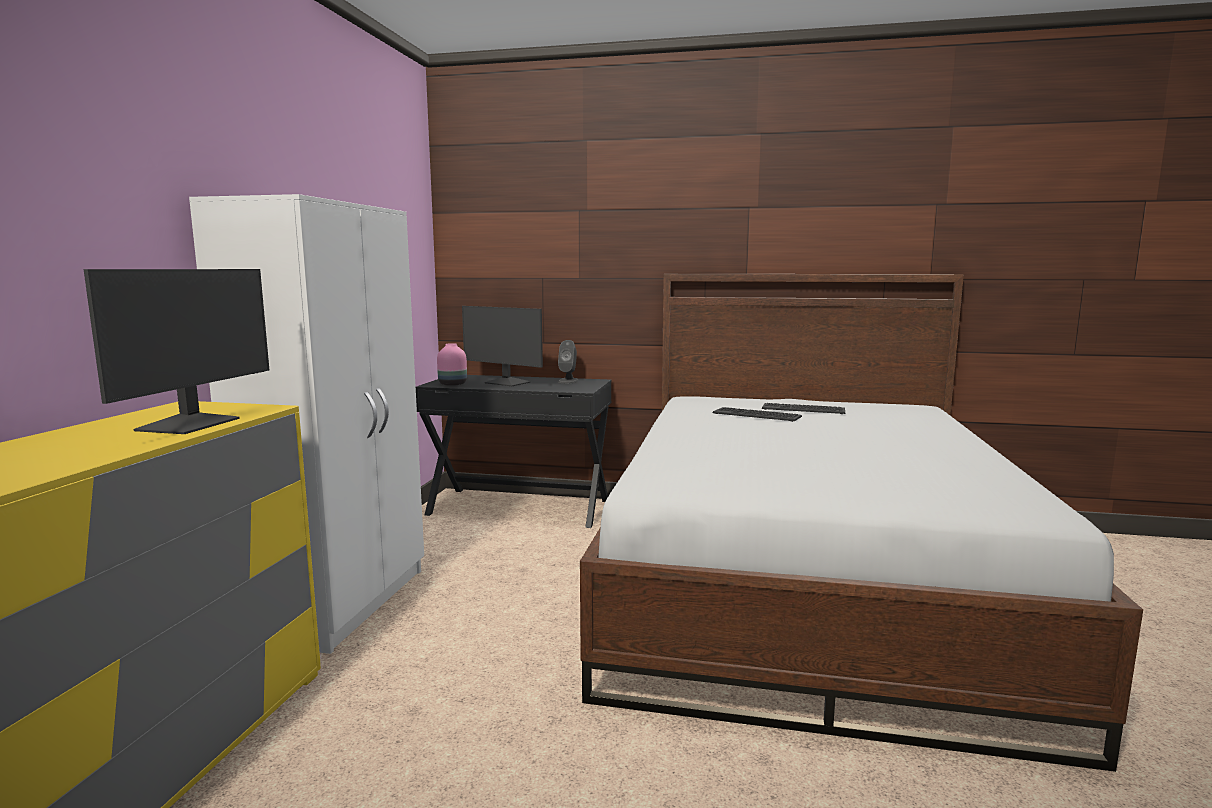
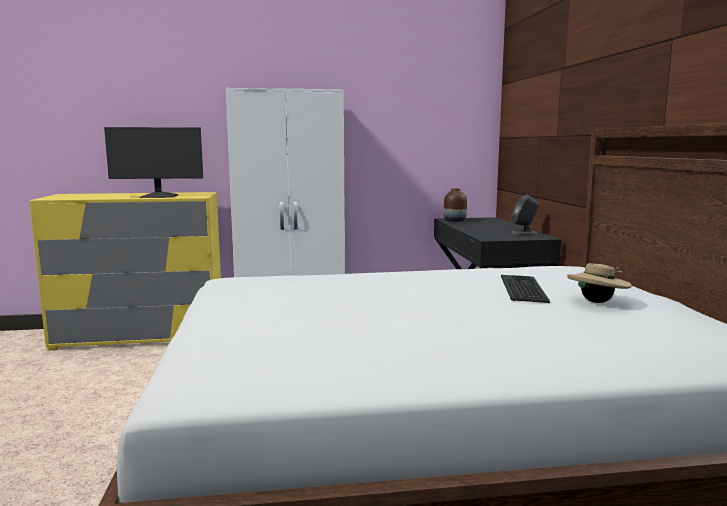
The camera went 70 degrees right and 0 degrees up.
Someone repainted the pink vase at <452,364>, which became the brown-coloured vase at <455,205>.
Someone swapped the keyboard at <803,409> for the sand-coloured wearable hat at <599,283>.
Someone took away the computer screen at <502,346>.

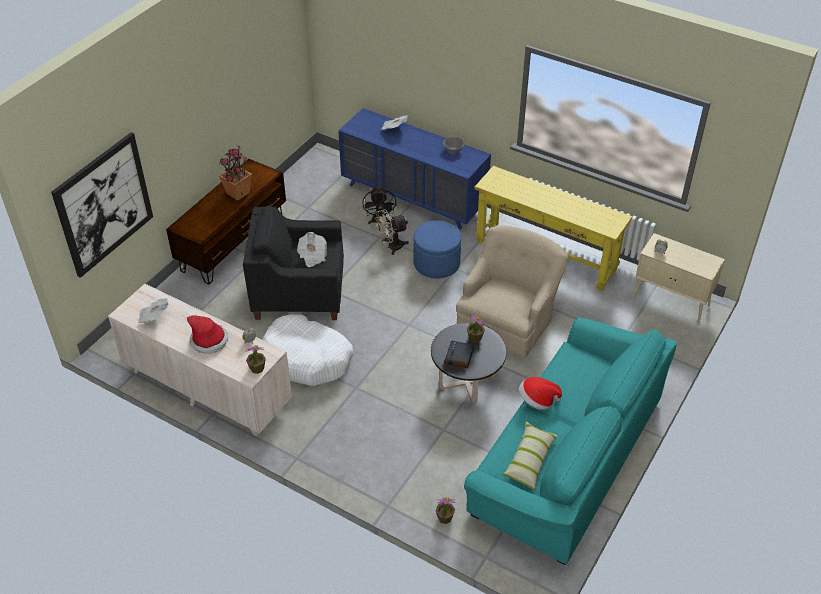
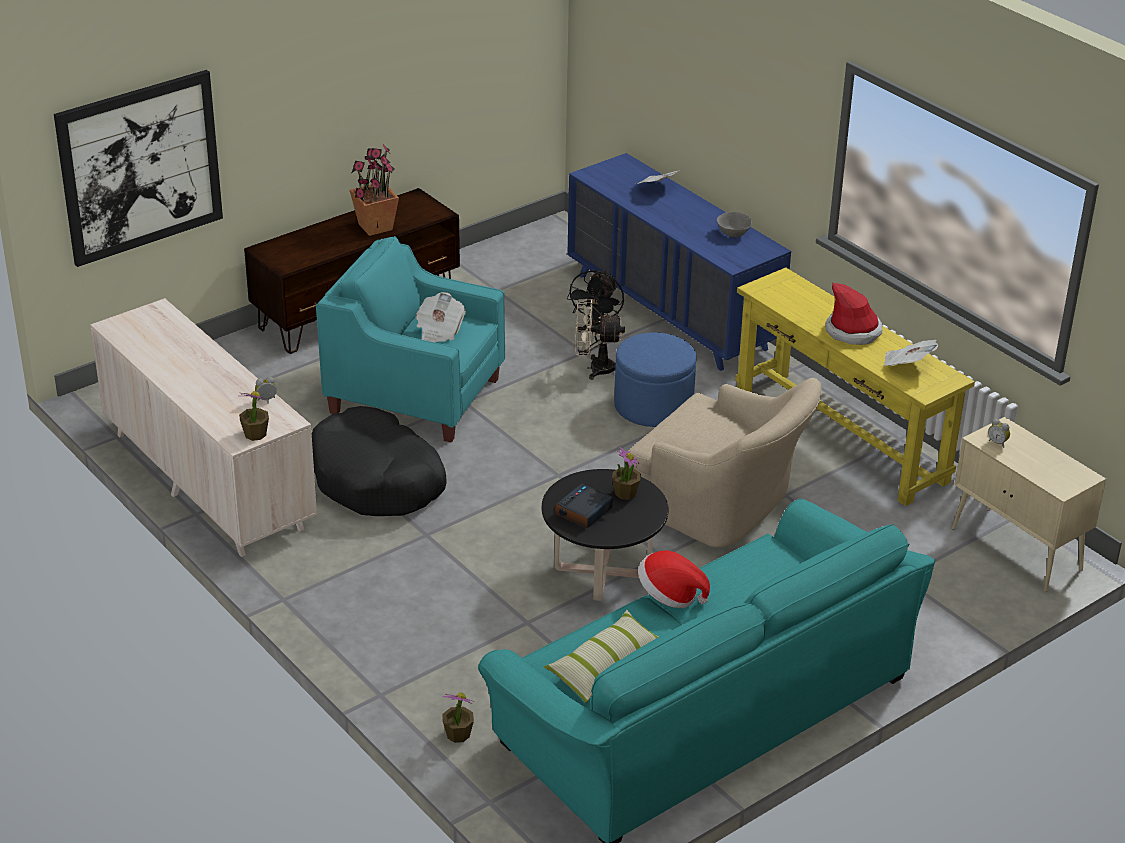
The camera went 20 degrees right and 10 degrees down.
Someone repainted the whitish pet bed at <307,350>, which became the black pet bed at <379,461>.
Someone repainted the black lounge chair at <293,262>, which became the turquoise lounge chair at <410,339>.
Someone rotated the sand-coloured lounge chair at <512,291> by 75 degrees clockwise.
Someone carried the wearable hat from <207,334> to <854,314>.
Someone carried the printed paper from <153,310> to <910,353>.

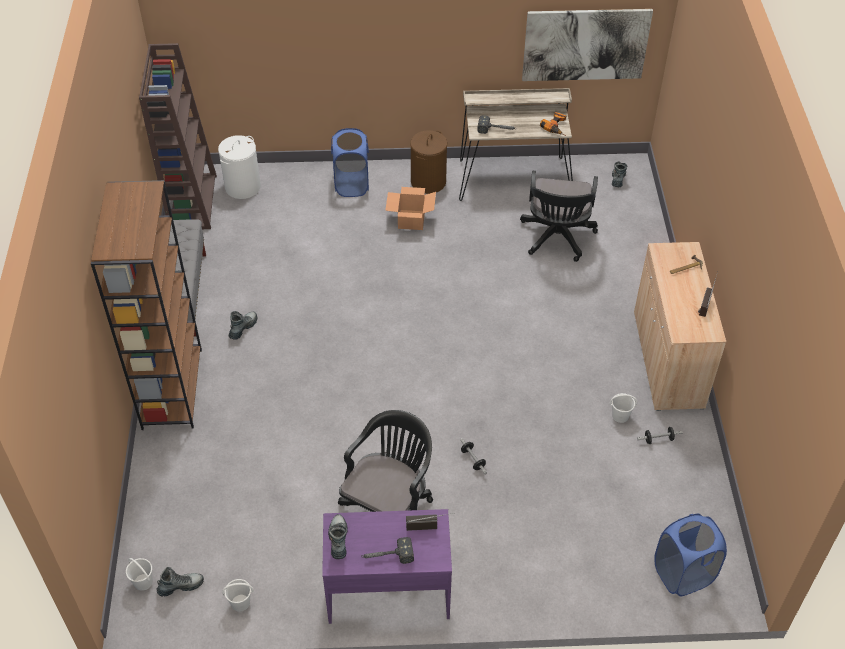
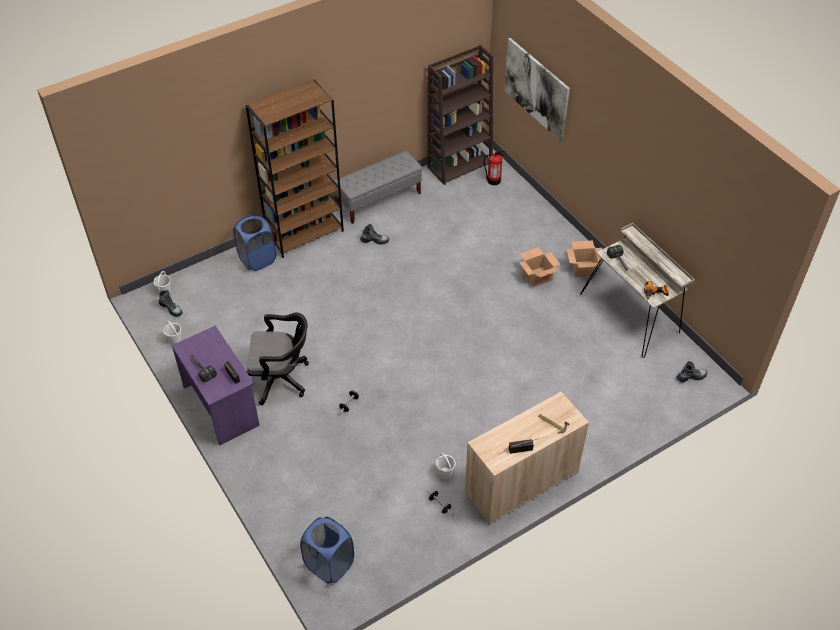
The camera went 60 degrees right and 0 degrees up.
Someone carried the blue hamper from <350,162> to <254,243>.
Someone swapped the whitish hamper at <239,167> for the fire extinguisher at <494,168>.
Someone carried the wall picture from <587,45> to <537,89>.
Someone swapped the brown-coloured hamper at <428,162> for the carton at <585,258>.
Someone took away the high-top boot at <338,536>.
Someone took away the black office chair at <559,216>.

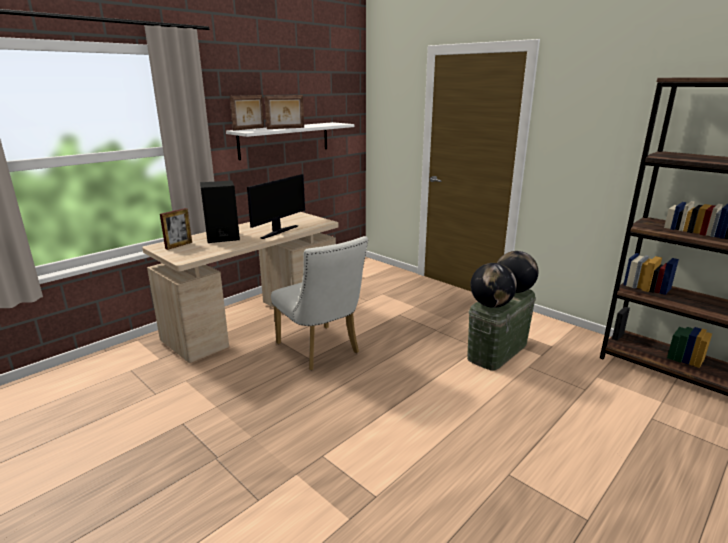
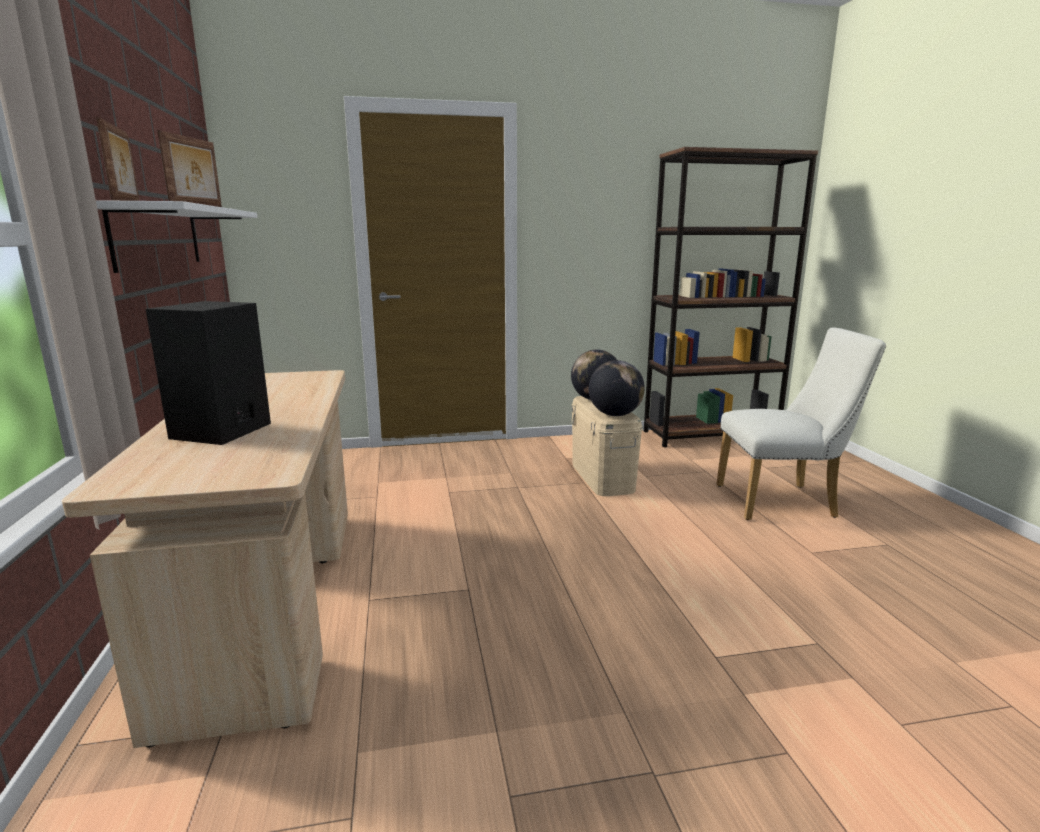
The camera went 55 degrees left and 5 degrees down.
Someone repainted the green storage container at <501,329>, which became the sand-coloured storage container at <607,446>.
Someone carried the whitish plain chair from <319,303> to <801,423>.
Someone took away the standing frame at <176,229>.
Someone took away the computer screen at <276,206>.

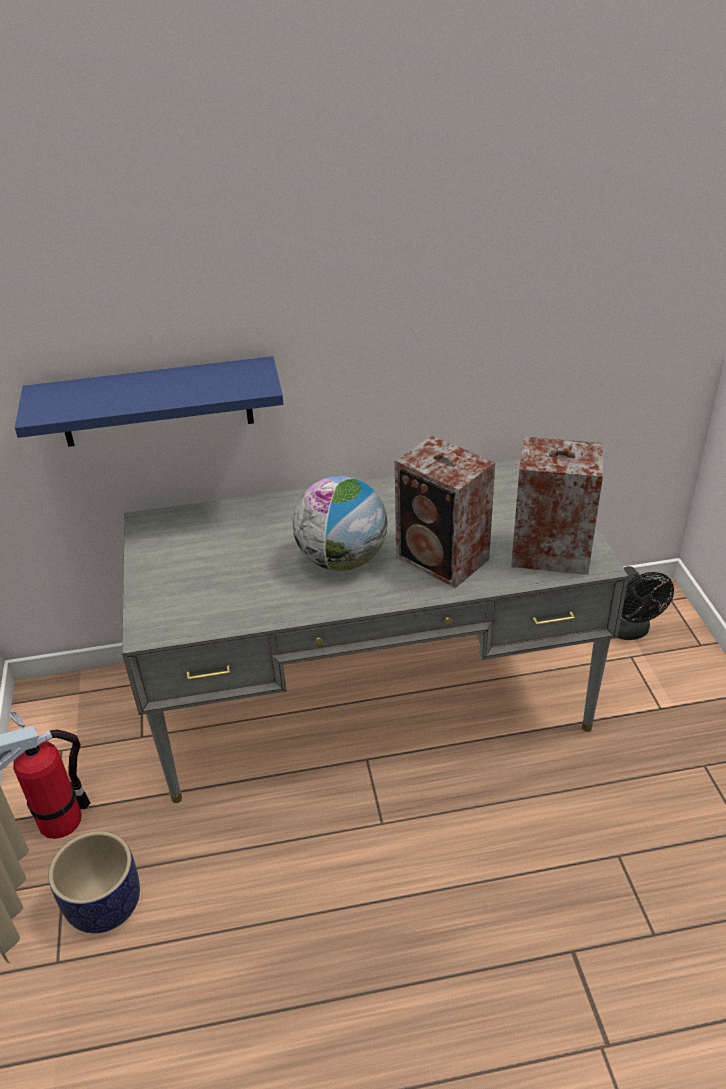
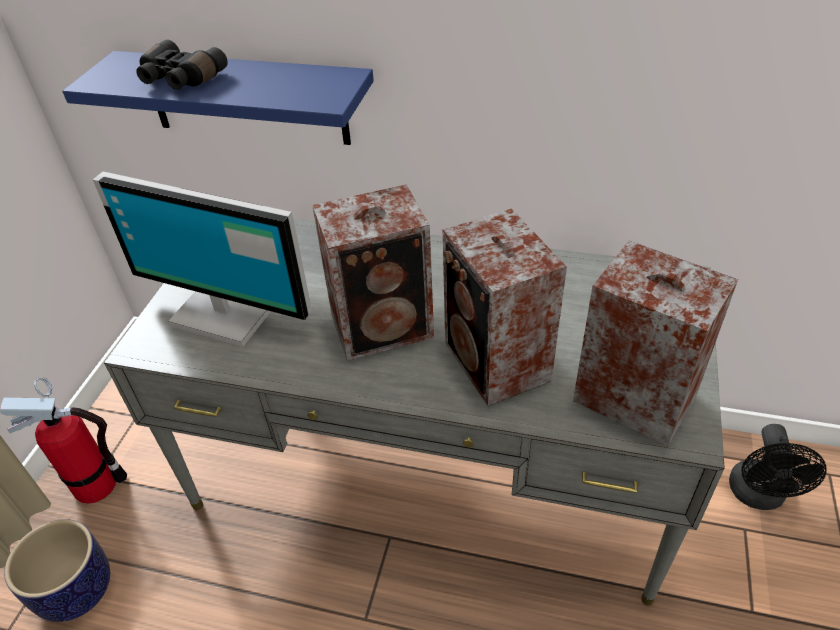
The camera went 25 degrees right and 5 degrees up.
Someone put down the computer screen at <202,259>.
Someone put down the black field glasses at <182,65>.
Someone swapped the desk globe at <340,523> for the audio speaker at <373,272>.

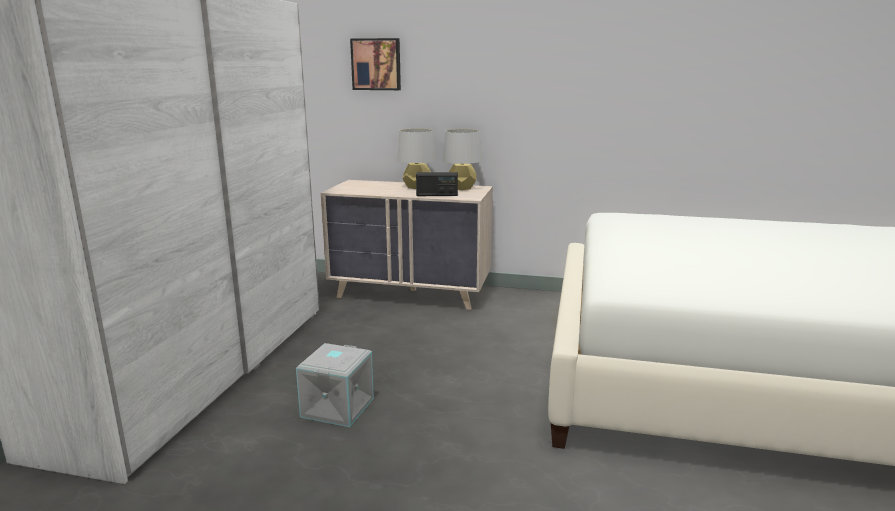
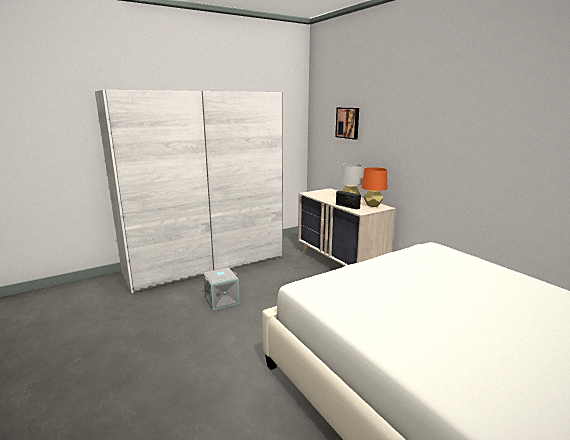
The camera went 45 degrees right and 0 degrees up.
Someone repainted the gray tabletop lamp at <462,159>, which became the orange tabletop lamp at <374,187>.

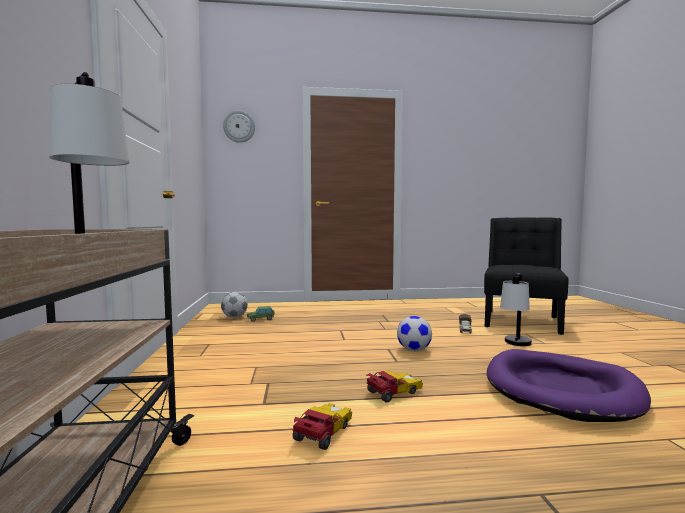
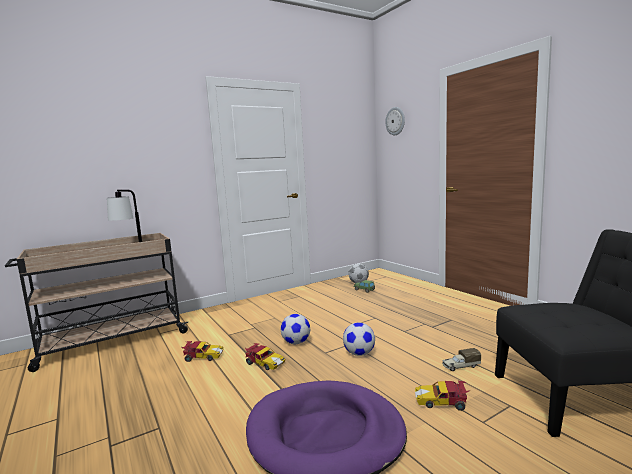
The camera went 65 degrees right and 5 degrees up.
Someone put down the ball for football at <295,329>.
Someone swapped the tabletop lamp at <516,309> for the toy car at <442,396>.

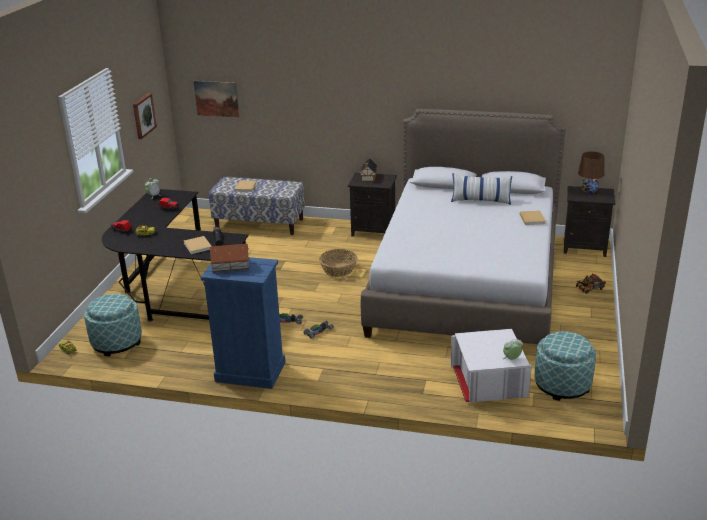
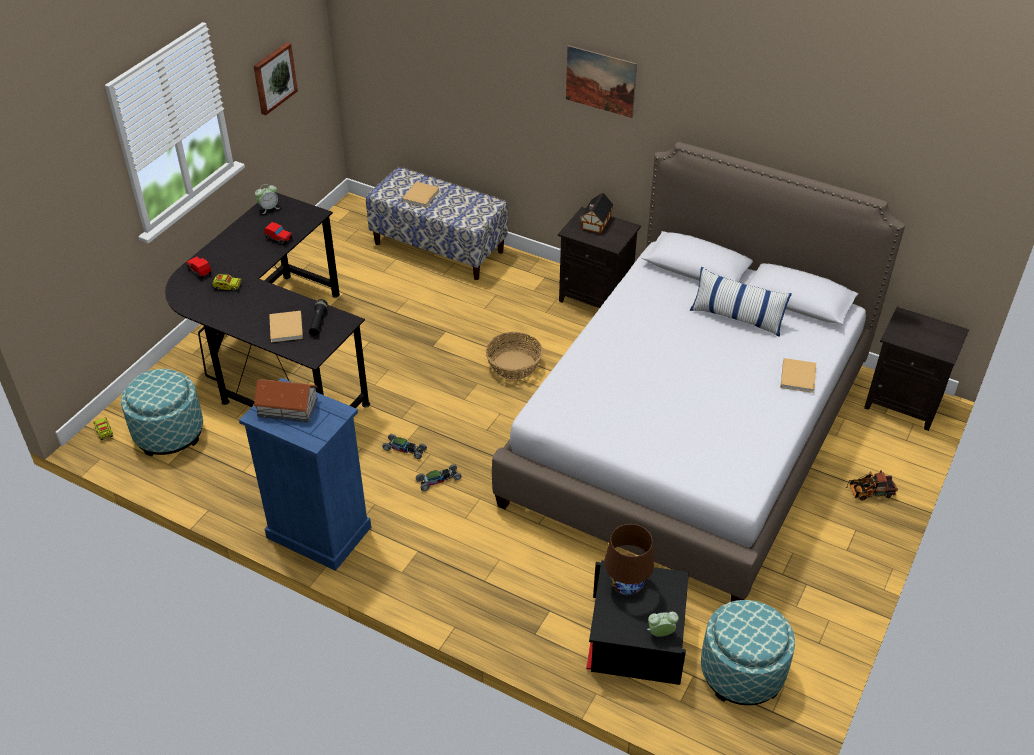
The camera went 15 degrees right and 15 degrees up.
Someone carried the wall picture from <216,99> to <601,81>.
Someone repainted the whitish storage container at <491,365>, which became the black storage container at <637,622>.
Someone carried the brown-coloured tabletop lamp from <591,172> to <629,559>.

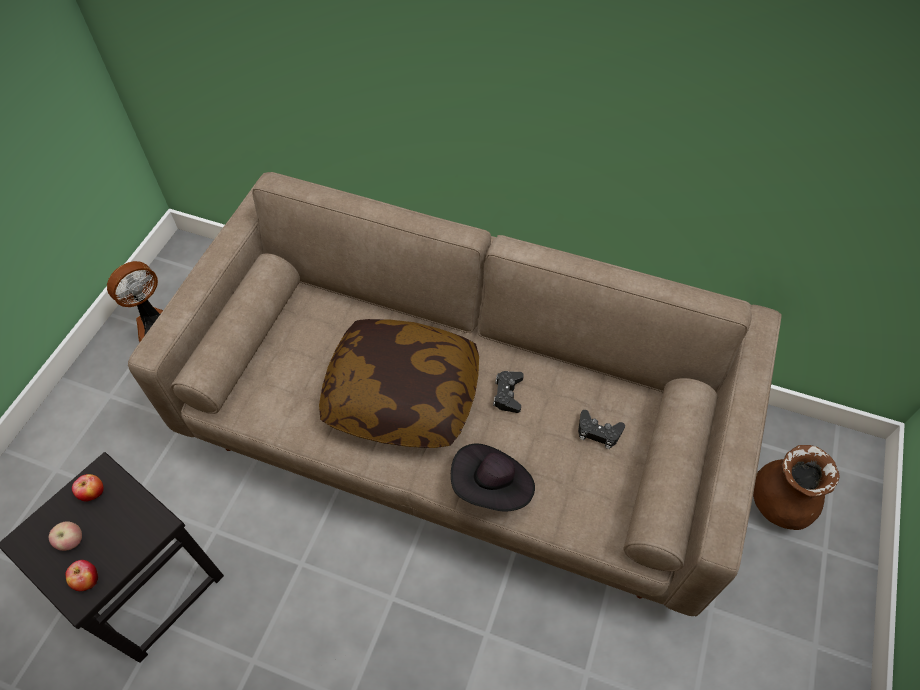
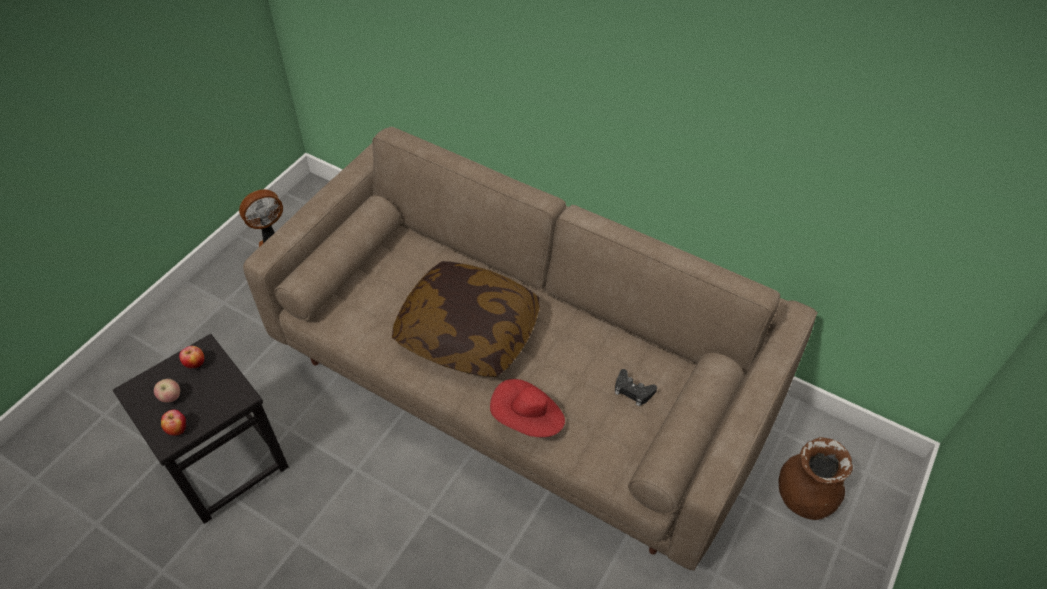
The camera went 10 degrees right and 5 degrees down.
Someone repainted the black wearable hat at <493,477>, which became the red-coloured wearable hat at <527,408>.
Someone took away the black game controller at <508,392>.

